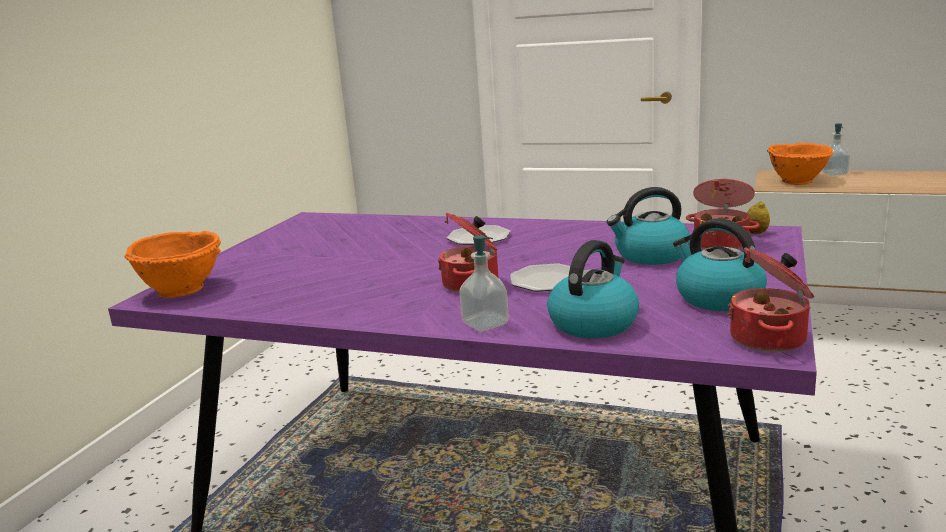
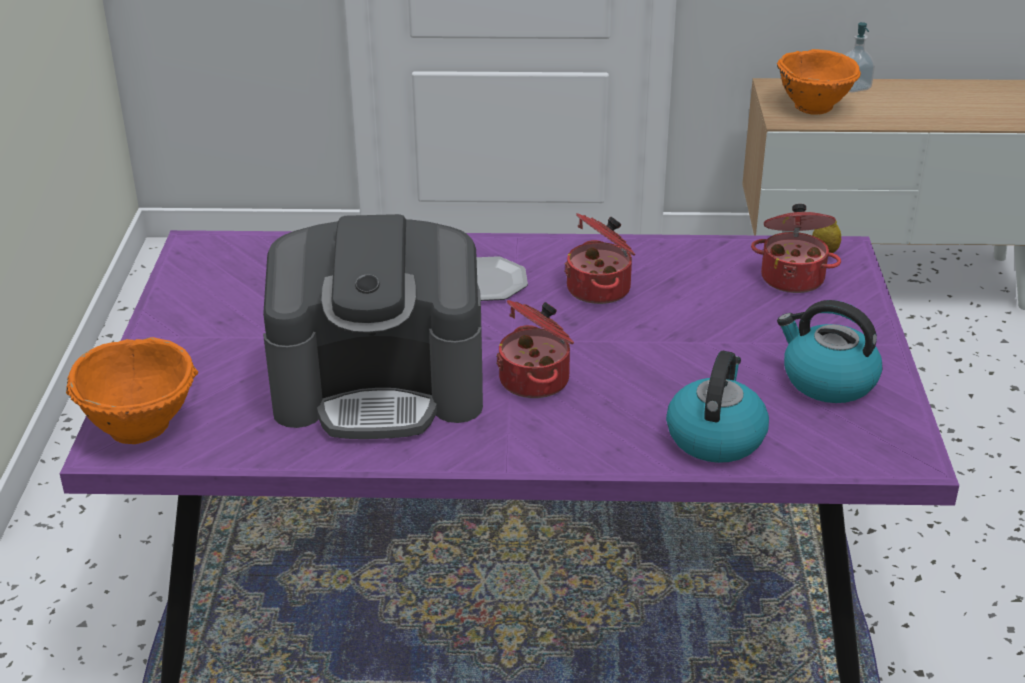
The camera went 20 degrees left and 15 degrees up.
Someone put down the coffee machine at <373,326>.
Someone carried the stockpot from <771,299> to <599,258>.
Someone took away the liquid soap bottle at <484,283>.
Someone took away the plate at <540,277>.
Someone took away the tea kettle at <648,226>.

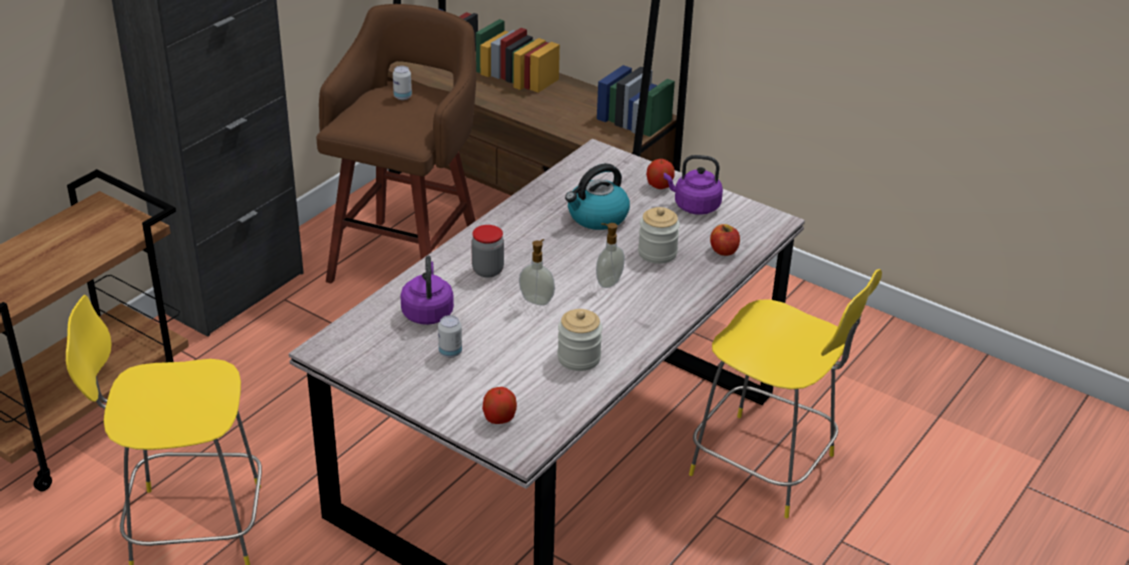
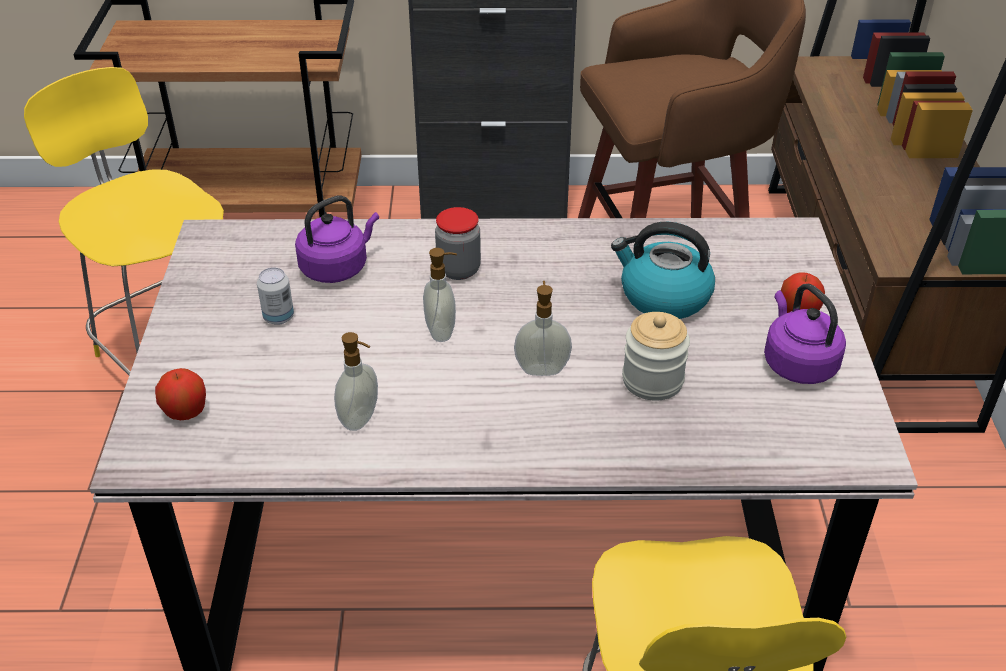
The camera went 55 degrees right and 5 degrees up.
Someone swapped the preserve jar at <579,340> for the liquid soap bottle at <356,381>.
Someone took away the sealed can at <402,83>.
Someone took away the apple fruit at <725,240>.

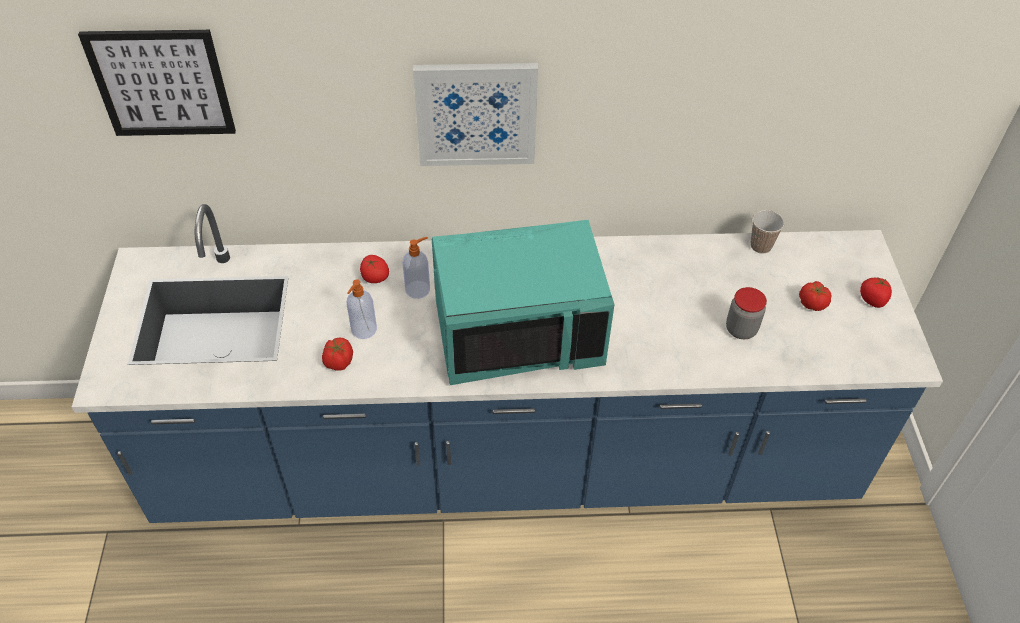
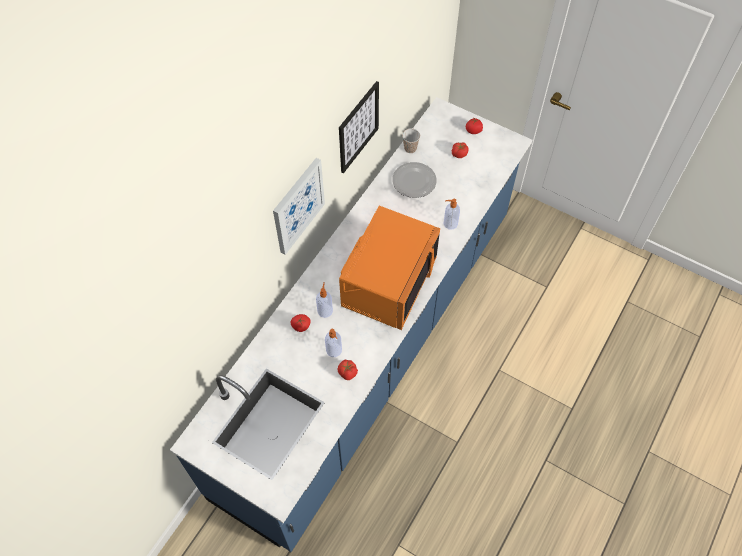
The camera went 55 degrees left and 10 degrees up.
Someone carried the wall picture from <157,83> to <359,127>.
Someone repainted the turquoise microwave at <523,302>, which became the orange microwave at <389,268>.
Someone put down the plate at <414,180>.
Someone put down the liquid soap bottle at <452,214>.
Someone took away the preserve jar at <746,313>.

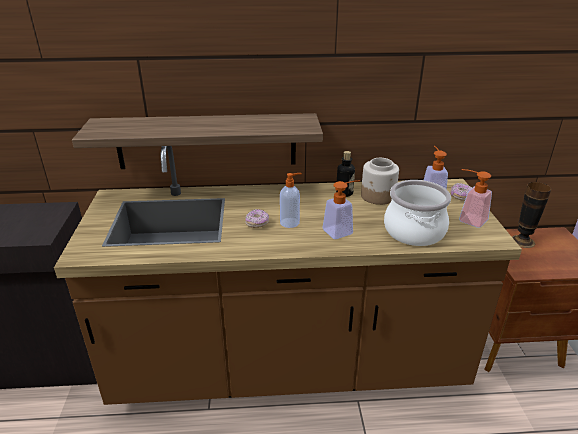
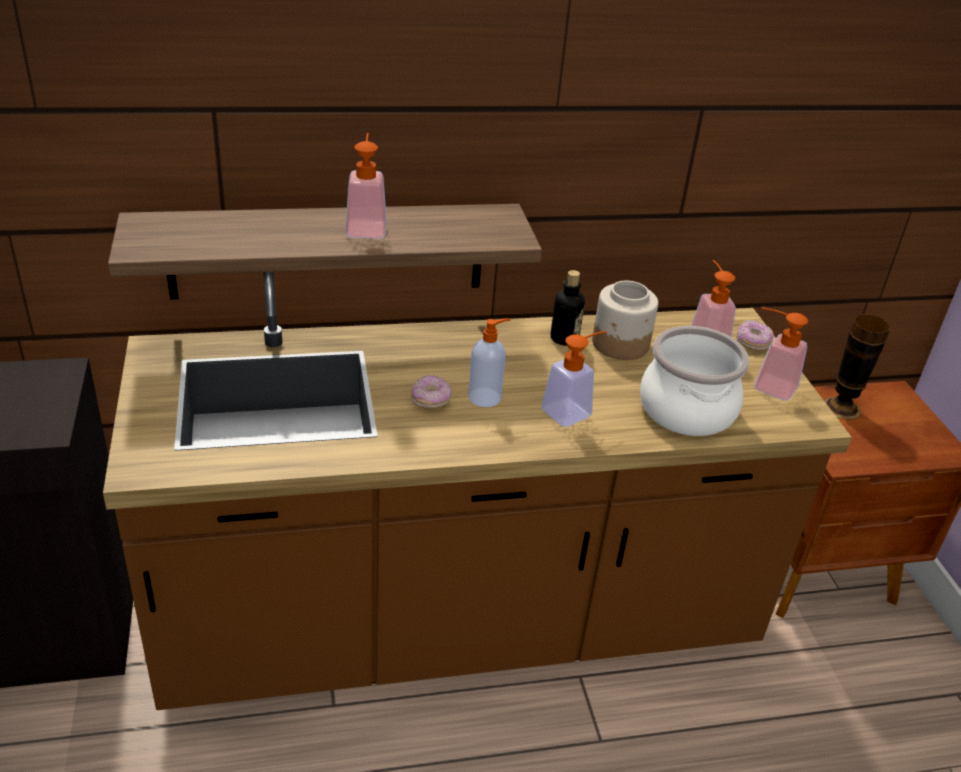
The camera went 10 degrees left and 5 degrees up.
Someone put down the liquid soap bottle at <366,186>.

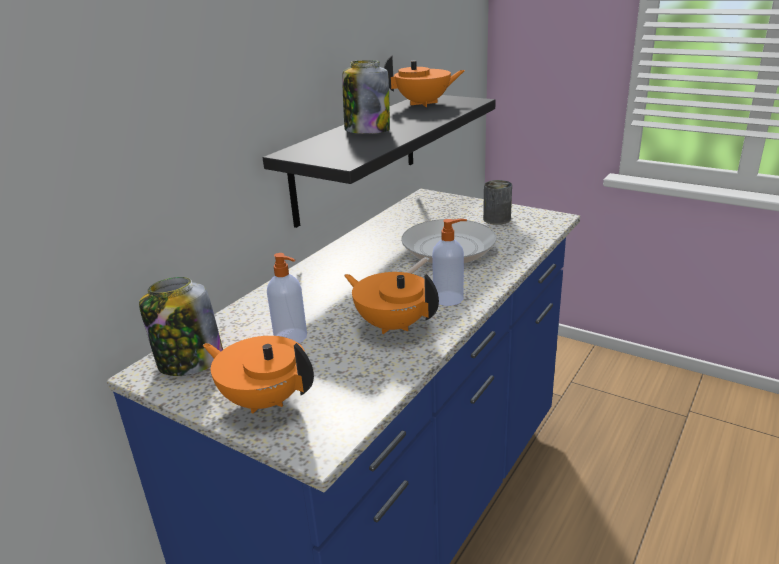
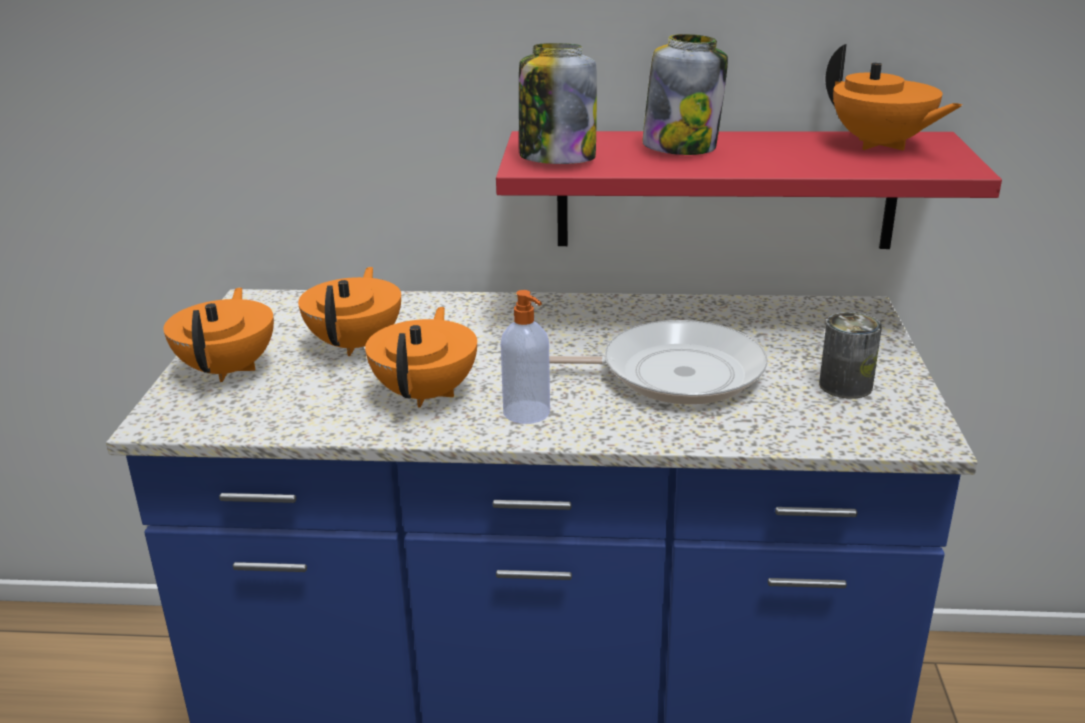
The camera went 60 degrees right and 0 degrees up.
Someone swapped the liquid soap bottle at <287,298> for the orange teapot at <349,311>.
Someone repainted the black wall shelf at <379,161>, which became the red-coloured wall shelf at <749,190>.
Someone carried the preserve jar from <181,326> to <558,103>.

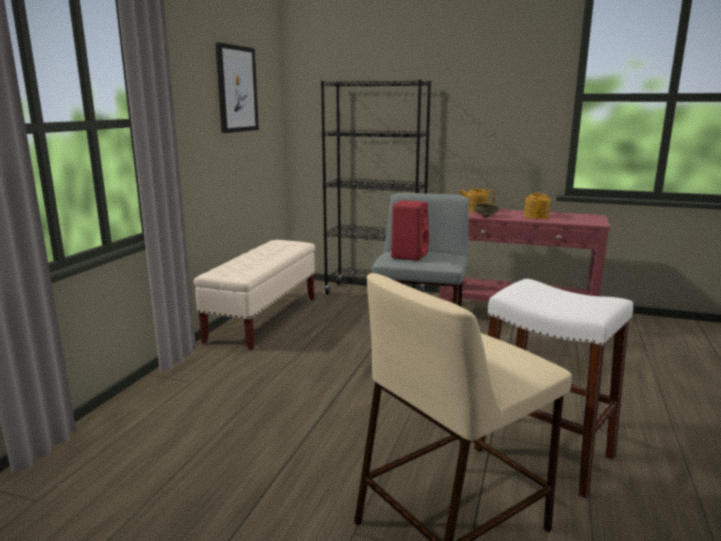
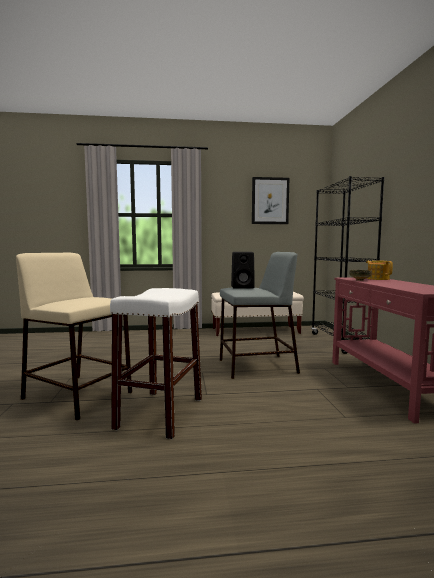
The camera went 65 degrees right and 10 degrees down.
Someone repainted the red-coloured audio speaker at <410,230>, which became the black audio speaker at <243,270>.
Someone took away the teapot at <537,205>.

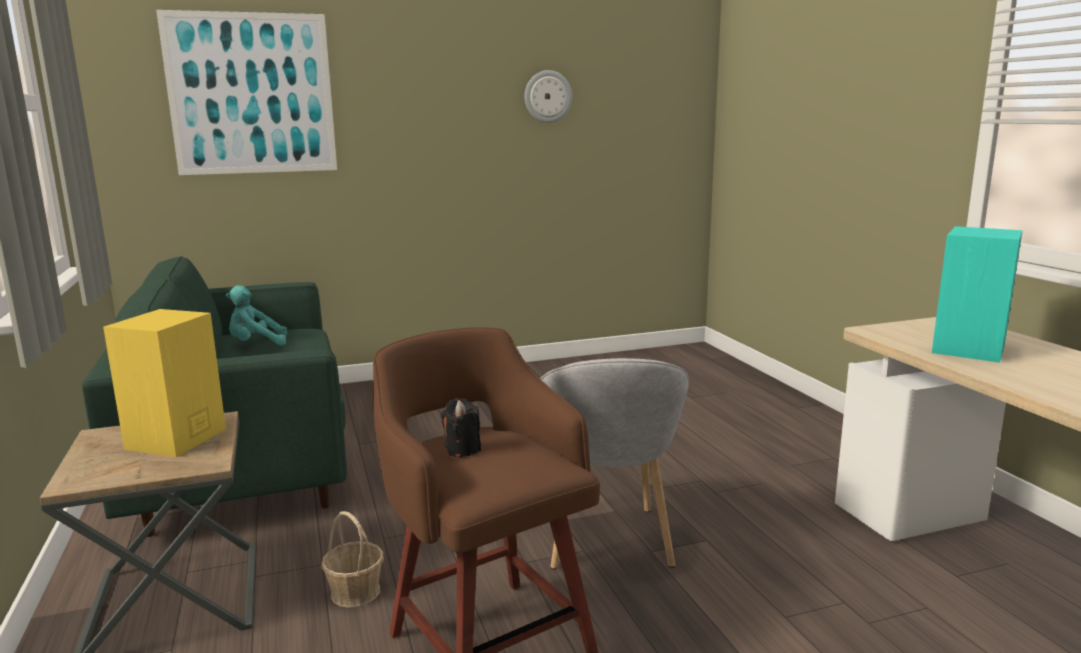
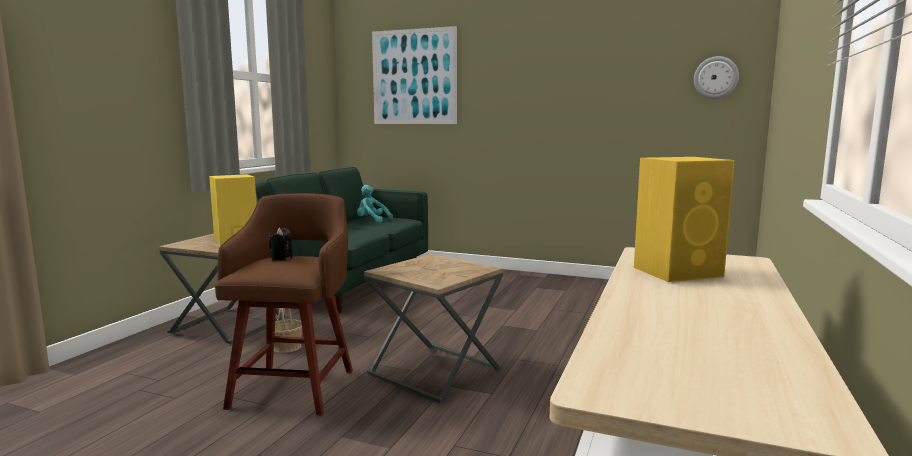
The camera went 40 degrees right and 5 degrees down.
Someone swapped the gray lounge chair at <614,463> for the brown-coloured end table at <433,328>.
Someone repainted the turquoise audio speaker at <977,294>, which became the yellow-coloured audio speaker at <684,219>.
Someone carried the hanging clock from <548,96> to <716,77>.

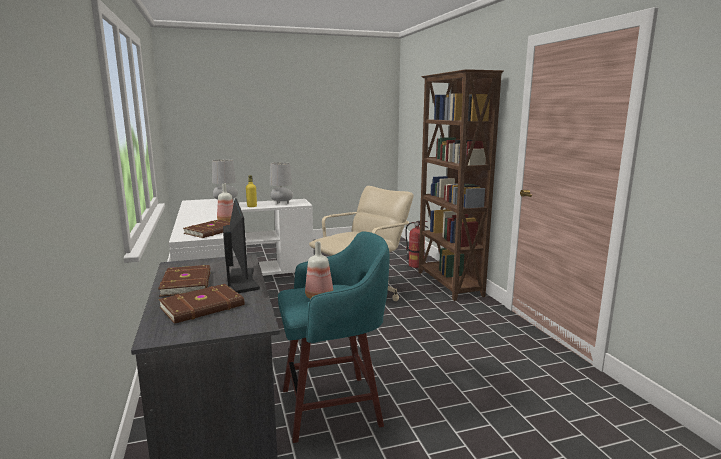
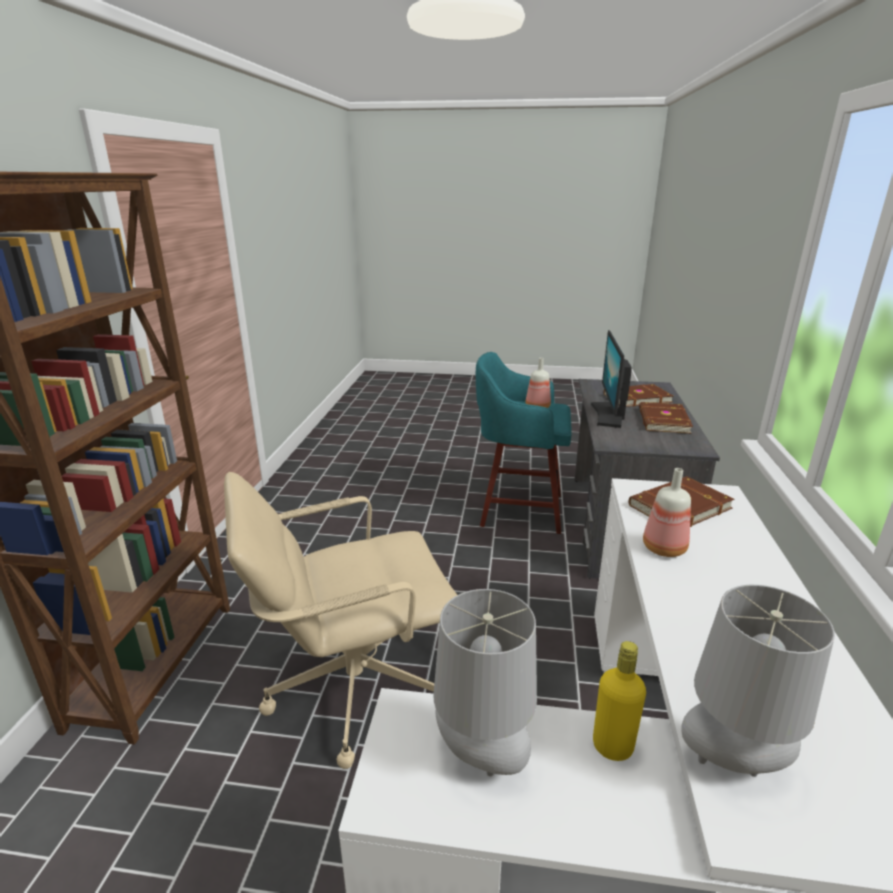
The camera went 155 degrees left and 10 degrees up.
Someone took away the fire extinguisher at <416,244>.

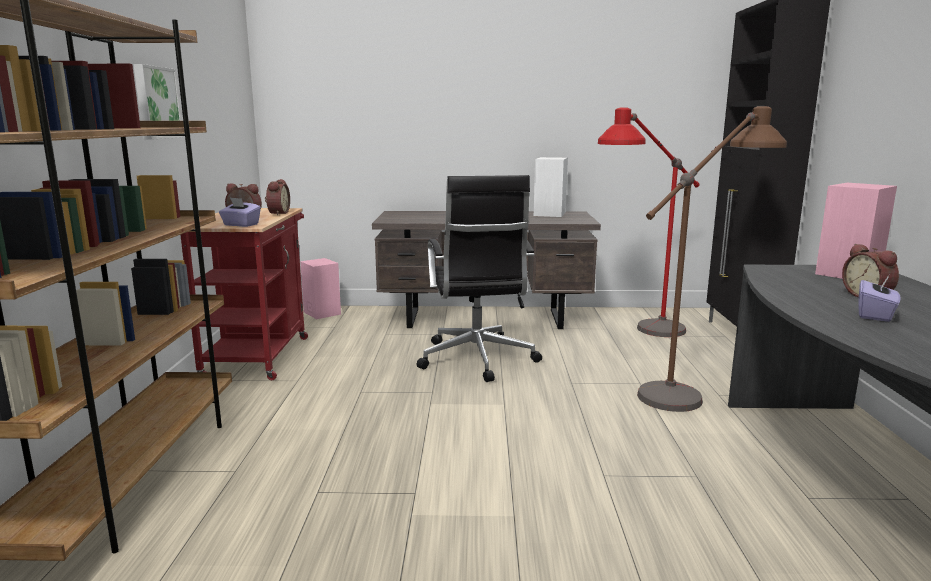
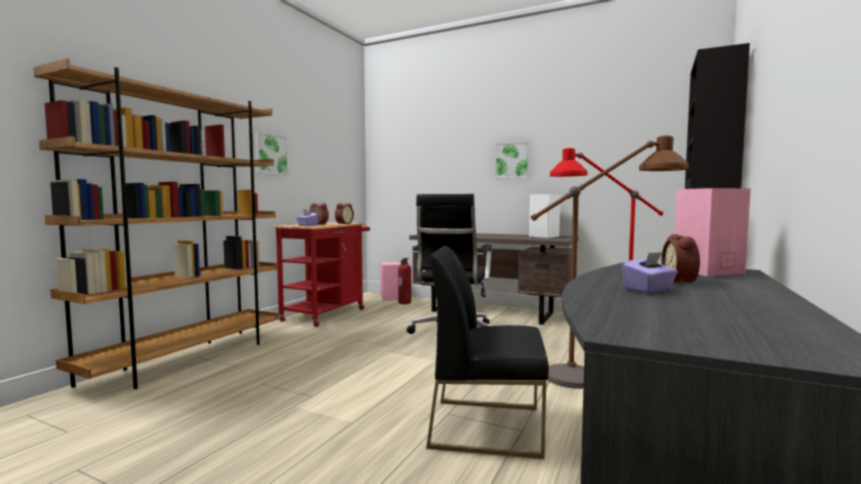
The camera went 25 degrees right and 10 degrees down.
Someone put down the fire extinguisher at <404,281>.
Someone put down the black plain chair at <487,352>.
Someone put up the wall picture at <512,160>.

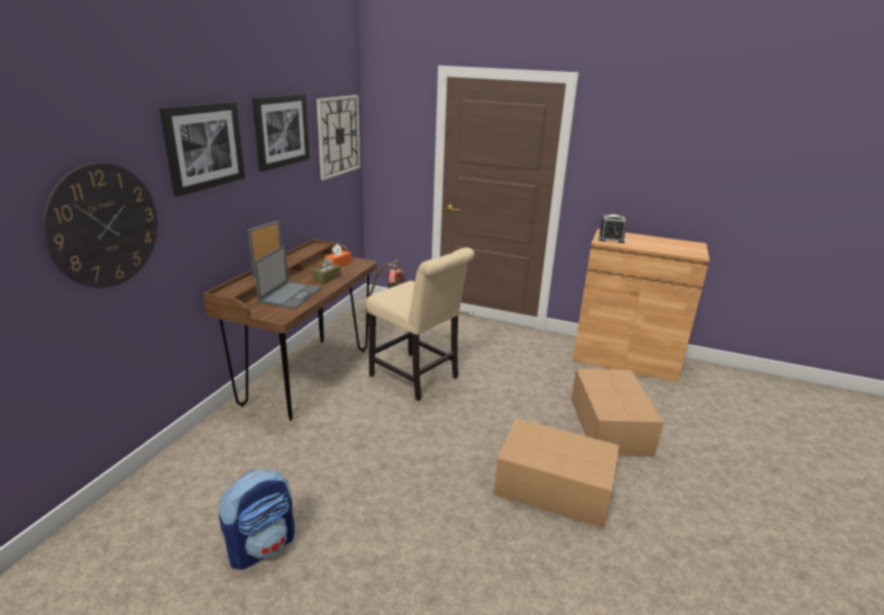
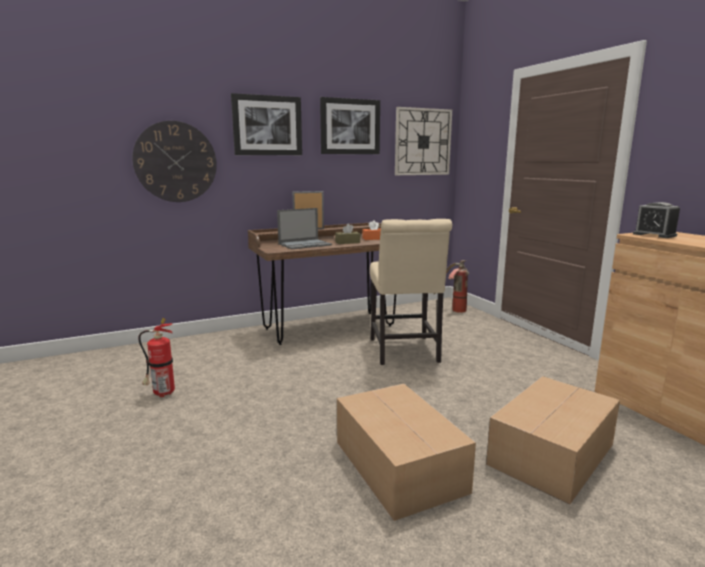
The camera went 45 degrees right and 10 degrees down.
Someone swapped the rucksack at <257,519> for the fire extinguisher at <156,357>.

